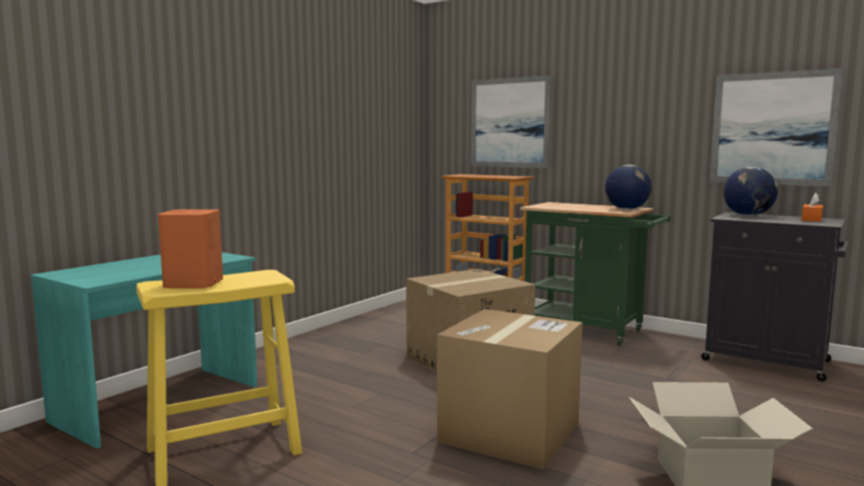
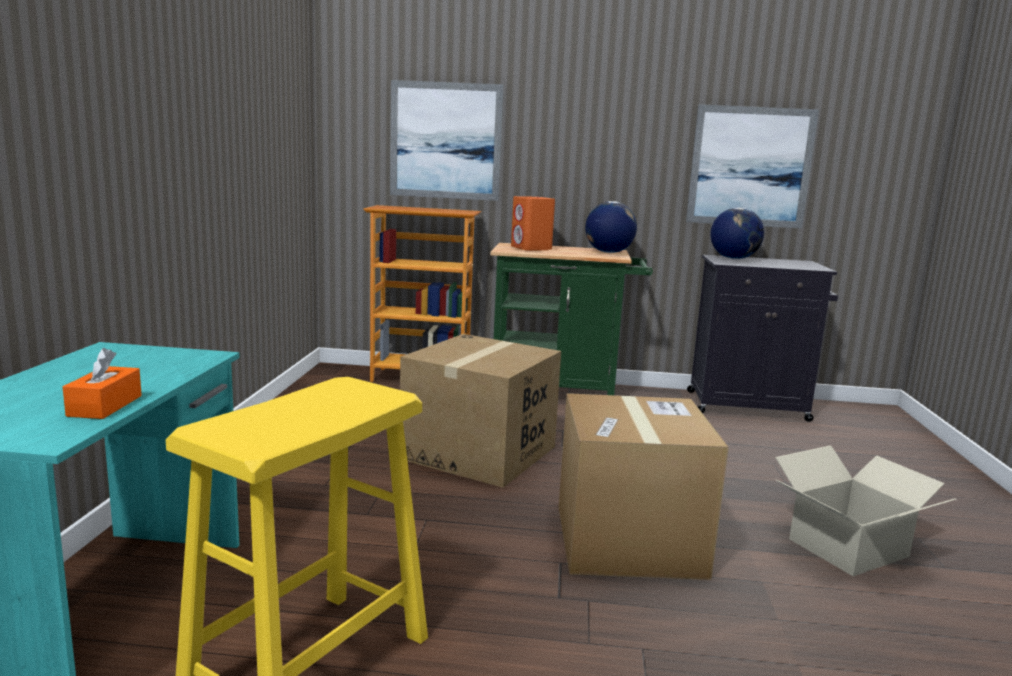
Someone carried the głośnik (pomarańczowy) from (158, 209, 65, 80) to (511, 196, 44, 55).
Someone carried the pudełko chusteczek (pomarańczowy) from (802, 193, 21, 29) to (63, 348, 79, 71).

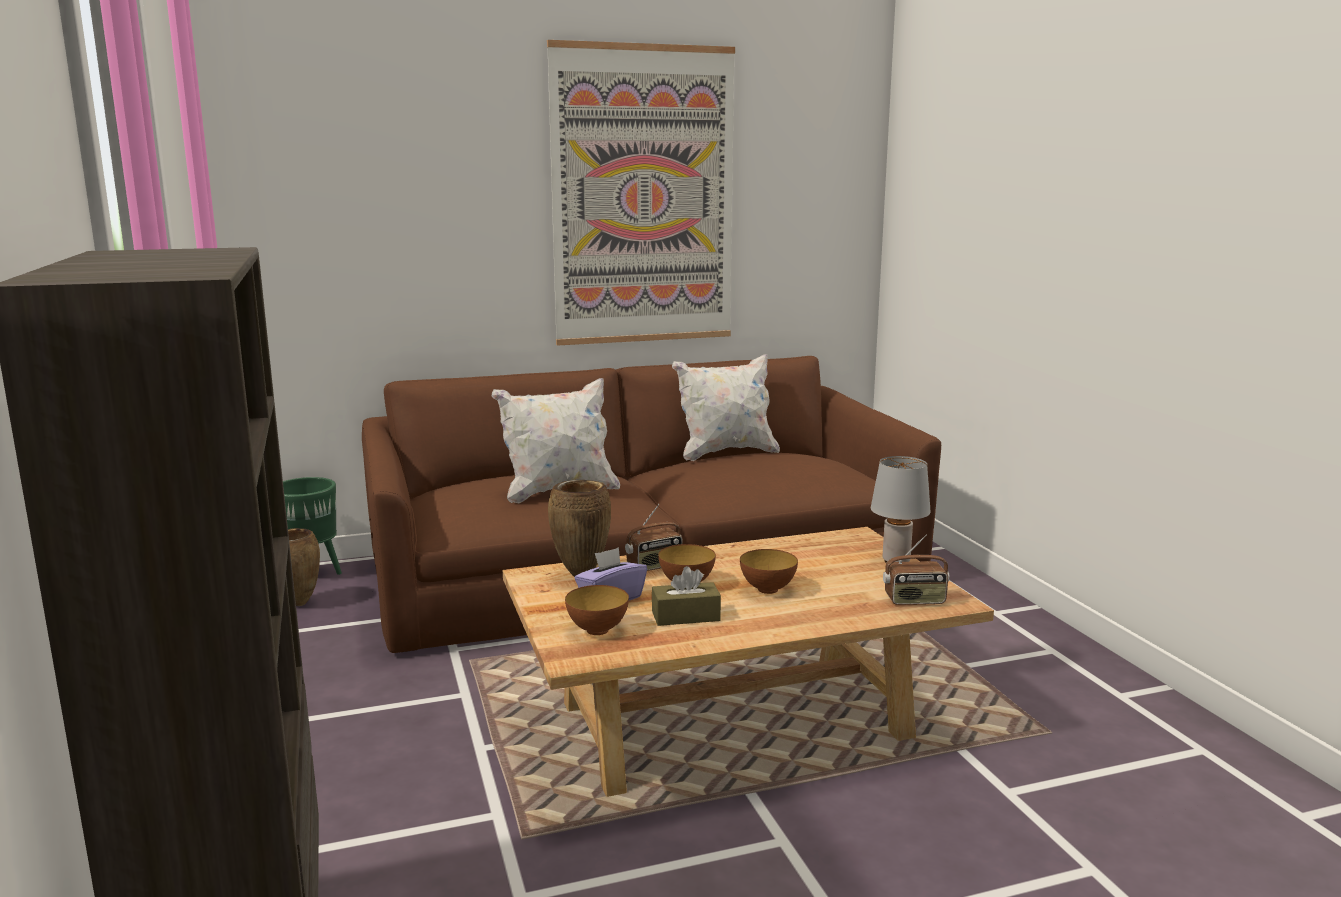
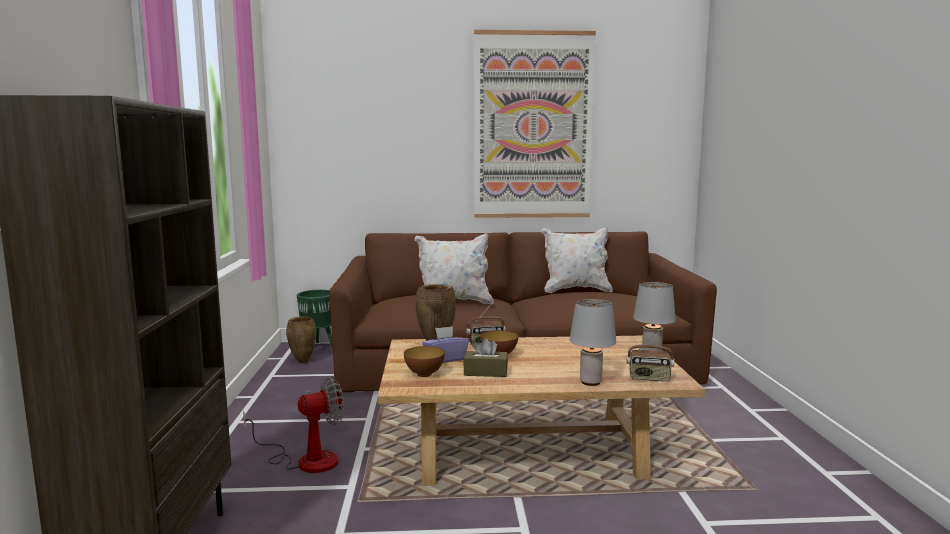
Someone took away the miska at (740, 549, 58, 45).
Someone put down the wentylator at (243, 376, 101, 97).
Someone put down the lampa stołowa (szary) at (570, 299, 46, 87).

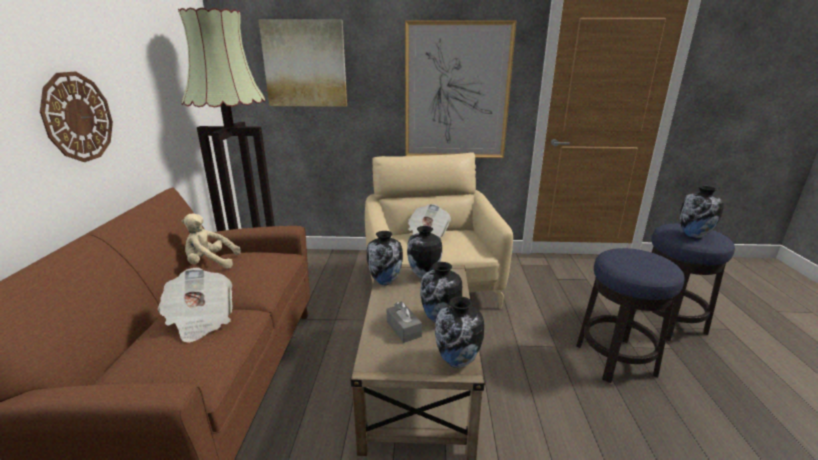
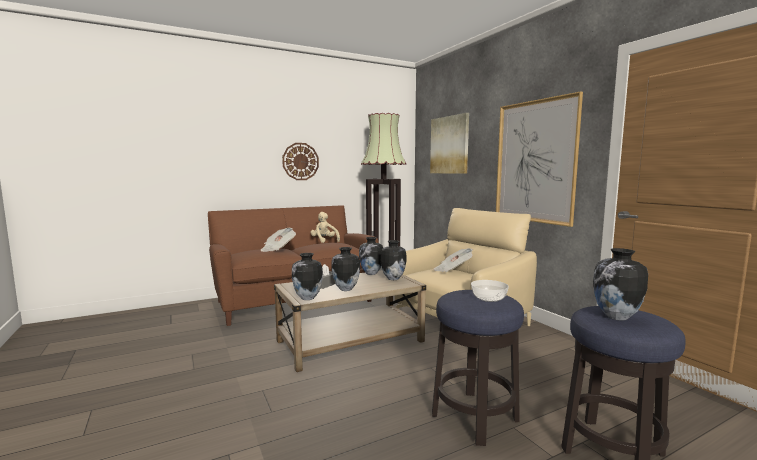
Someone put down the miska at (471, 280, 38, 22).

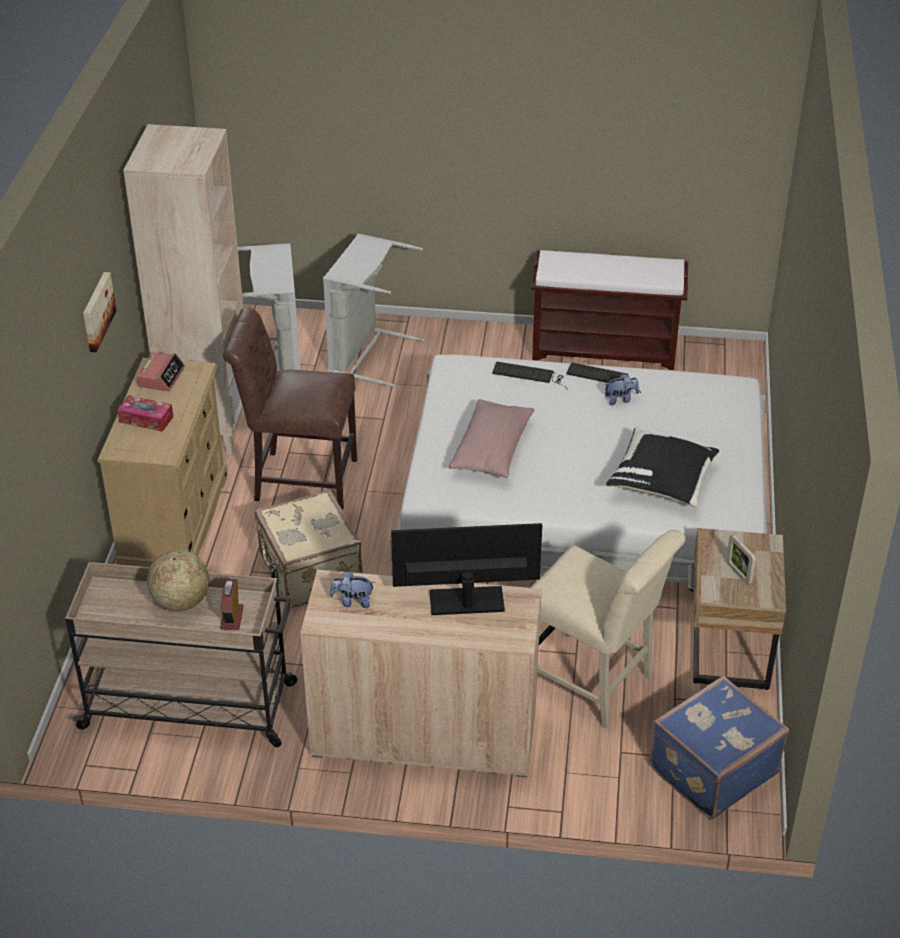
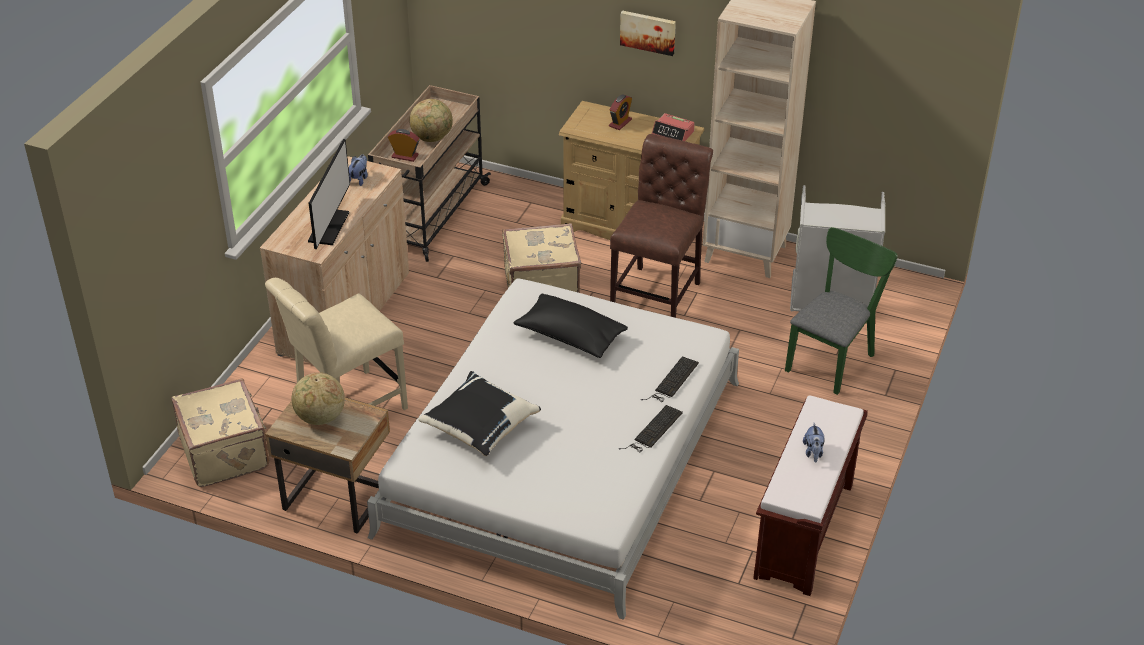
Someone carried the pluszak from (604, 374, 35, 31) to (803, 423, 22, 40).
Someone swapped the pudełko chusteczek at (117, 395, 56, 37) for the budzik at (609, 95, 23, 35).
Someone swapped the kosz na pranie (szary) at (323, 234, 101, 152) for the krzesło (zielony) at (785, 227, 113, 168).
Someone swapped the ramka na zdjęcie at (726, 534, 30, 51) for the globus at (292, 373, 53, 52).
Someone repainted the poduszka (różowy) at (449, 399, 86, 79), which became the poduszka (czarny) at (514, 293, 114, 65).
Someone repainted the walizka (niebieski) at (649, 676, 140, 143), which became the walizka (beżowy) at (172, 378, 97, 109).

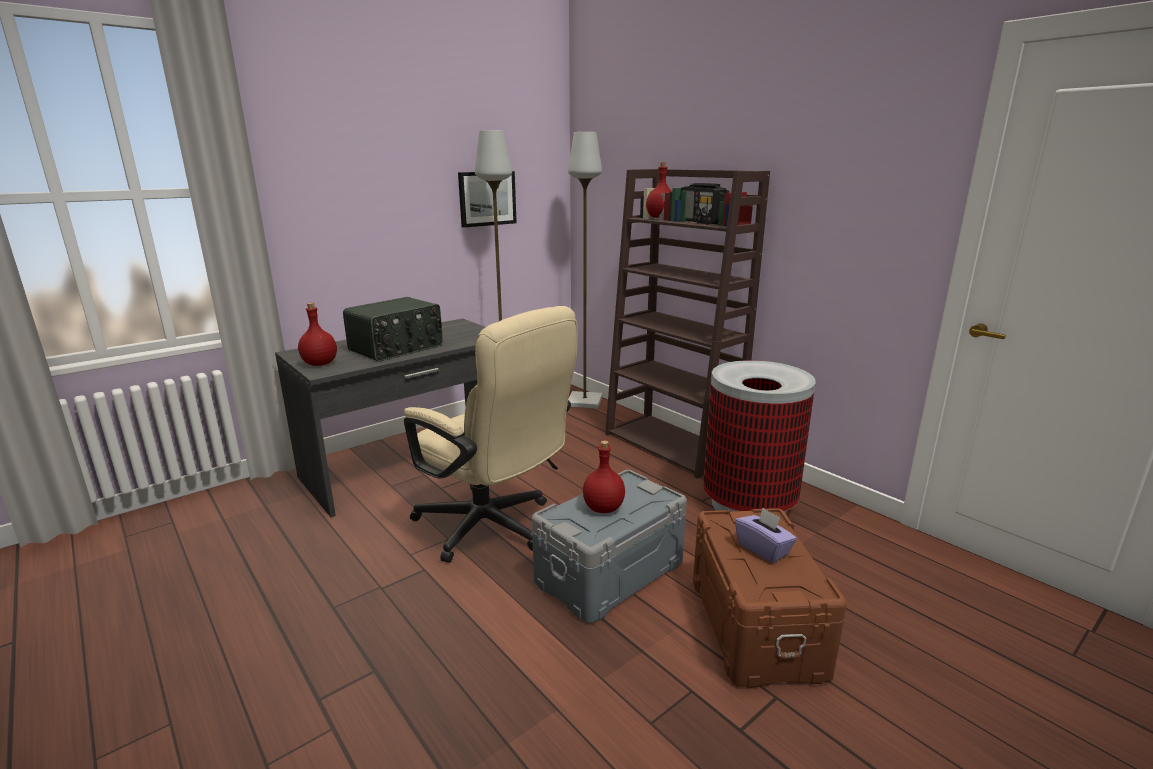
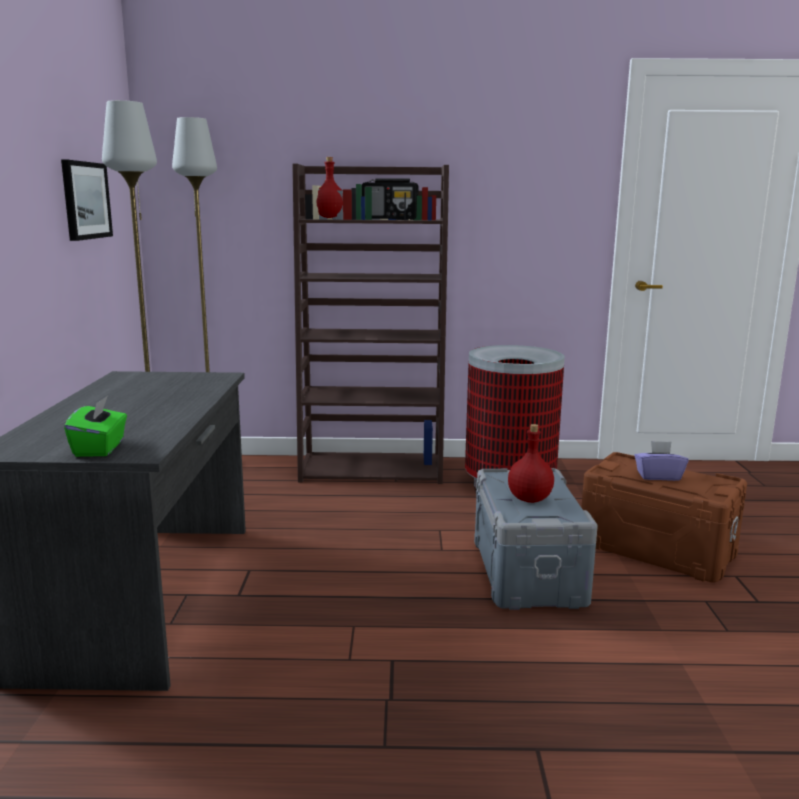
Someone took away the radio at (343, 297, 100, 65).
Someone took away the krzesło biurowe (beżowy) at (404, 306, 174, 257).
Someone swapped the butelka (czerwony) at (298, 303, 39, 63) for the pudełko chusteczek (zielony) at (64, 396, 63, 61).

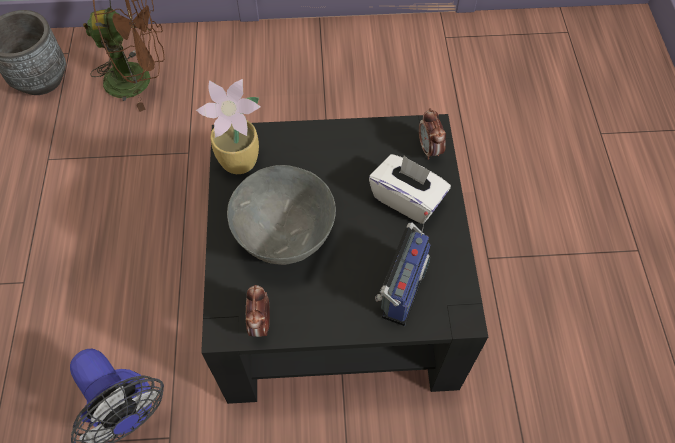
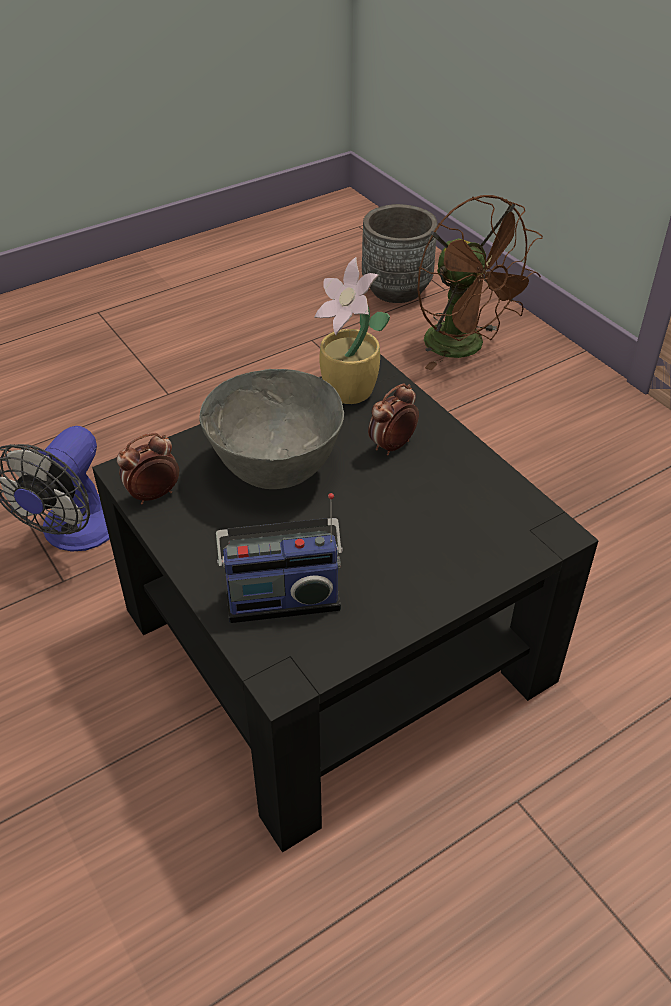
Someone took away the pudełko chusteczek (biały) at (369, 154, 82, 70).
Someone carried the budzik from (419, 108, 27, 52) to (368, 383, 51, 72).

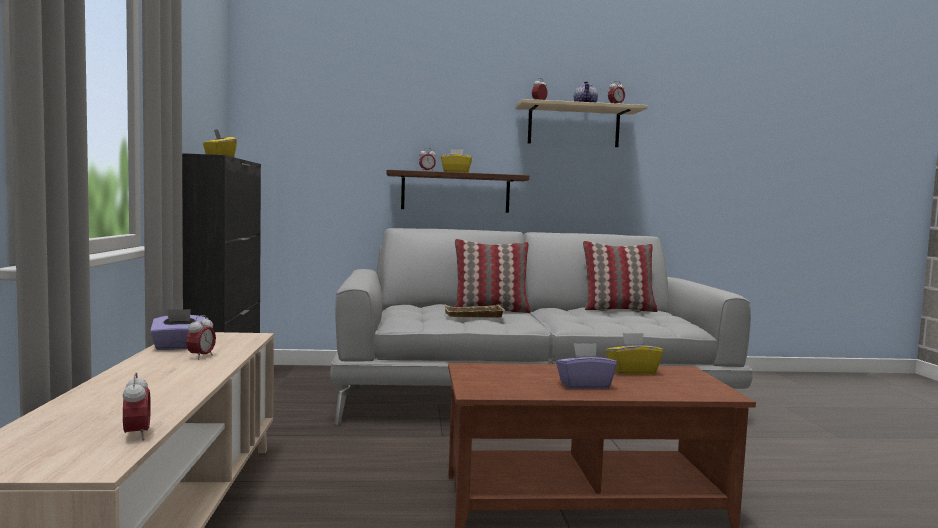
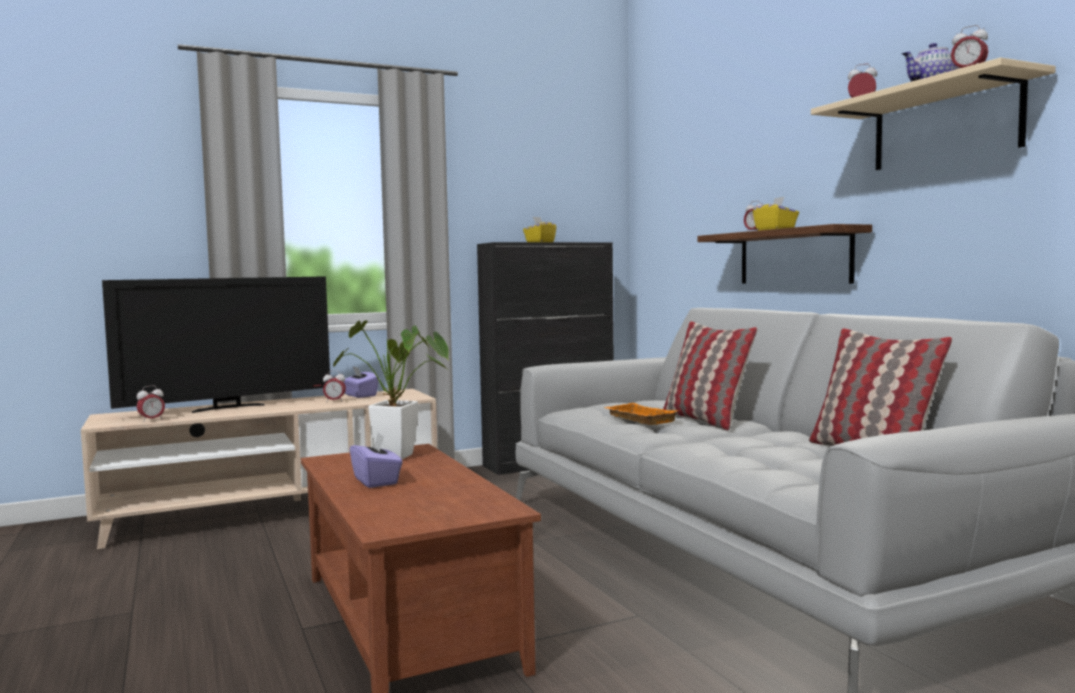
Someone took away the pudełko chusteczek (żółty) at (606, 333, 57, 42).
Someone put down the telewizor at (102, 276, 228, 137).
Someone put down the roślina doniczkowa at (333, 320, 117, 139).
Someone repainted the taca (beżowy) at (444, 305, 61, 13), which became the taca (pomarańczowy) at (604, 403, 76, 22).

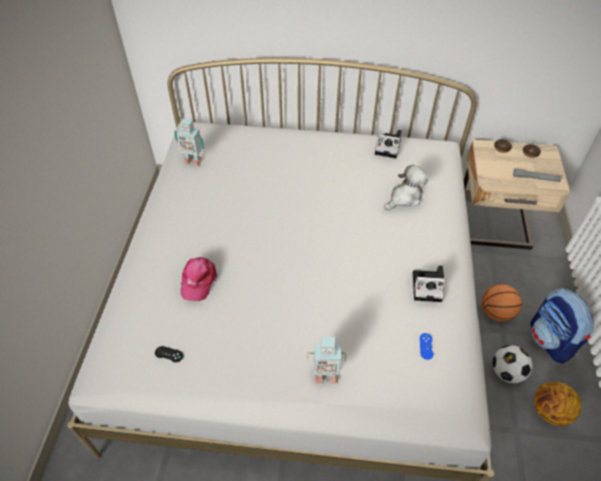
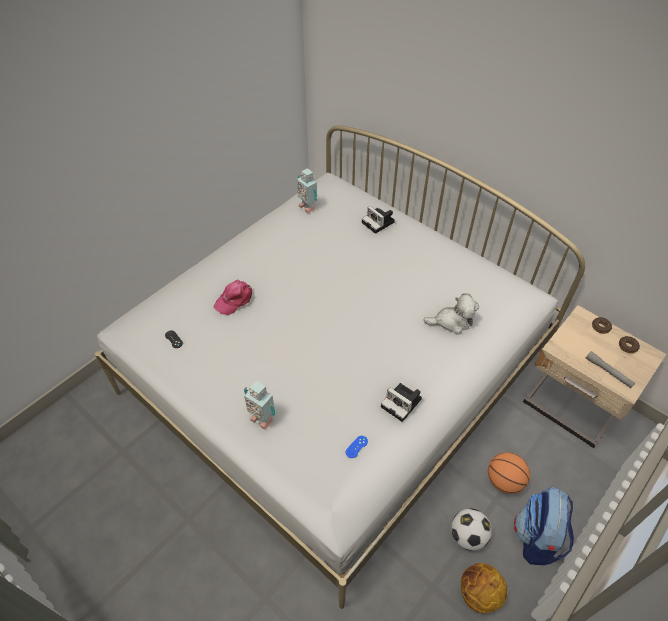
Someone carried the aparat fotograficzny from (375, 130, 27, 28) to (362, 206, 33, 28).

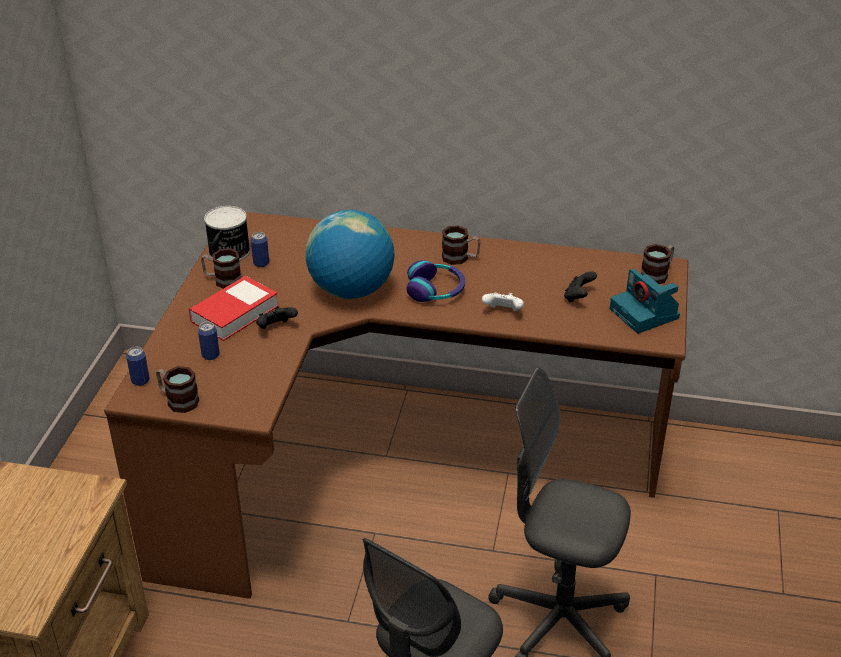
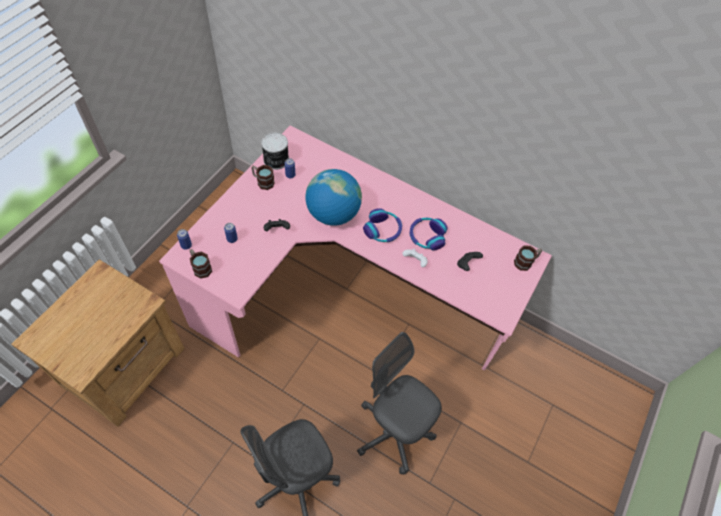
Someone took away the książka at (189, 276, 90, 65).
Someone took away the kubek at (442, 225, 38, 40).
Someone took away the aparat fotograficzny at (610, 268, 70, 65).
Someone put down the słuchawki at (410, 218, 38, 32).
Someone repainted the biurko (brązowy) at (104, 212, 584, 387), which became the biurko (różowy) at (159, 125, 393, 246).

